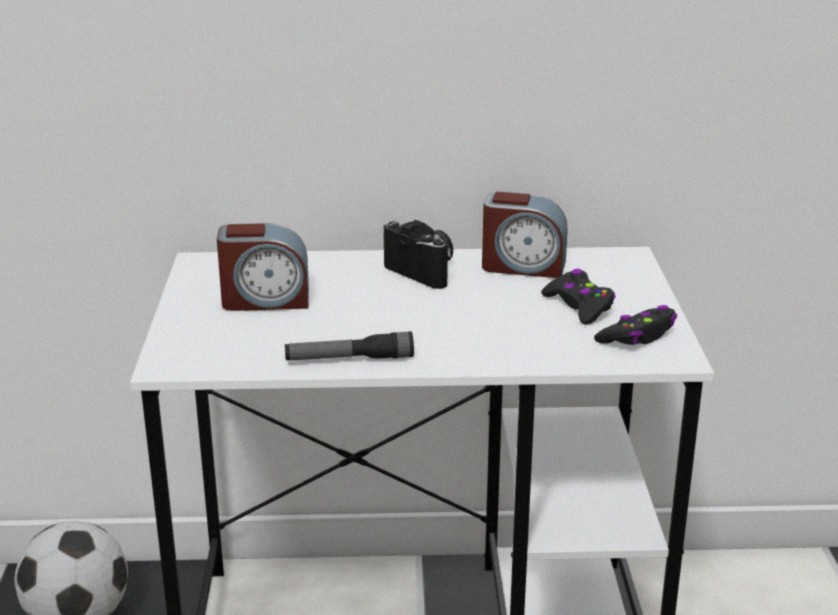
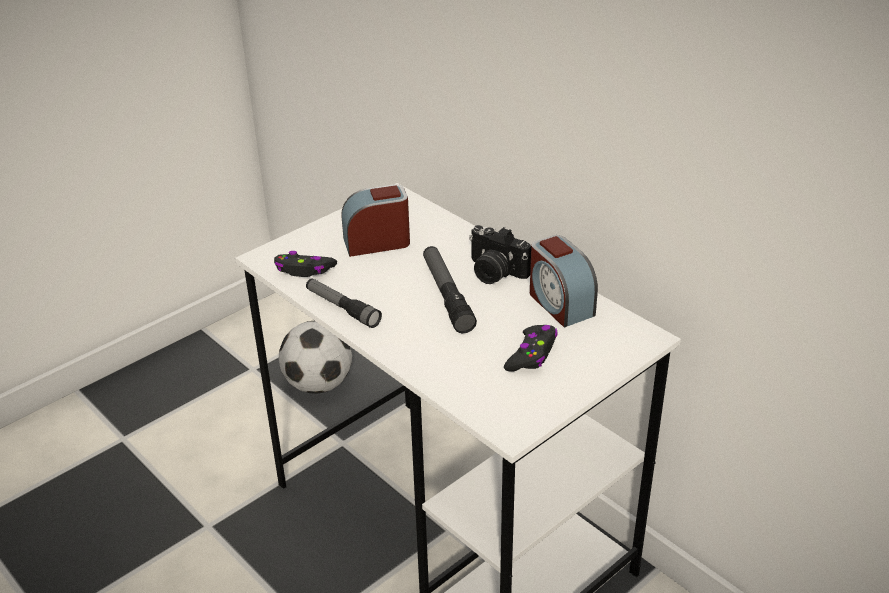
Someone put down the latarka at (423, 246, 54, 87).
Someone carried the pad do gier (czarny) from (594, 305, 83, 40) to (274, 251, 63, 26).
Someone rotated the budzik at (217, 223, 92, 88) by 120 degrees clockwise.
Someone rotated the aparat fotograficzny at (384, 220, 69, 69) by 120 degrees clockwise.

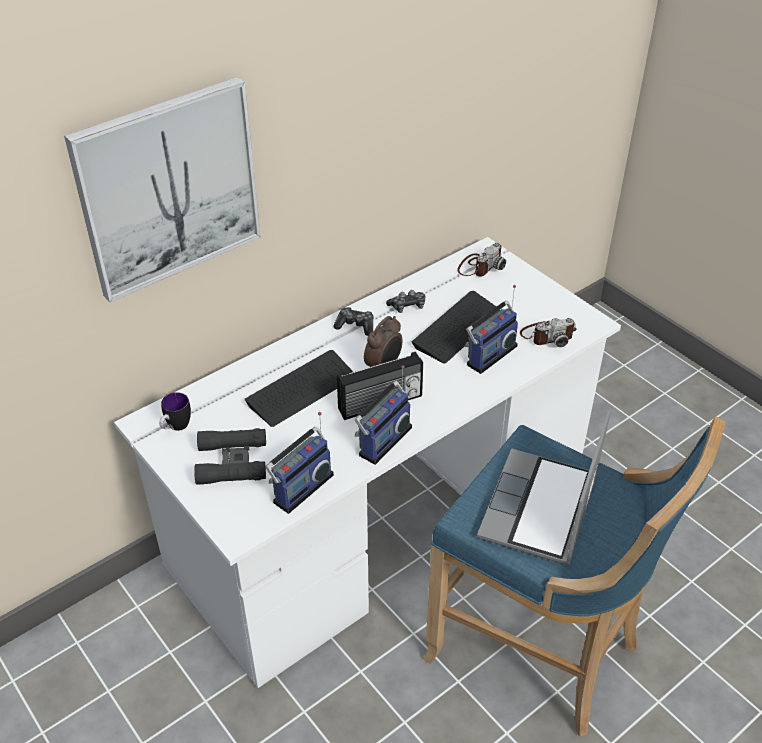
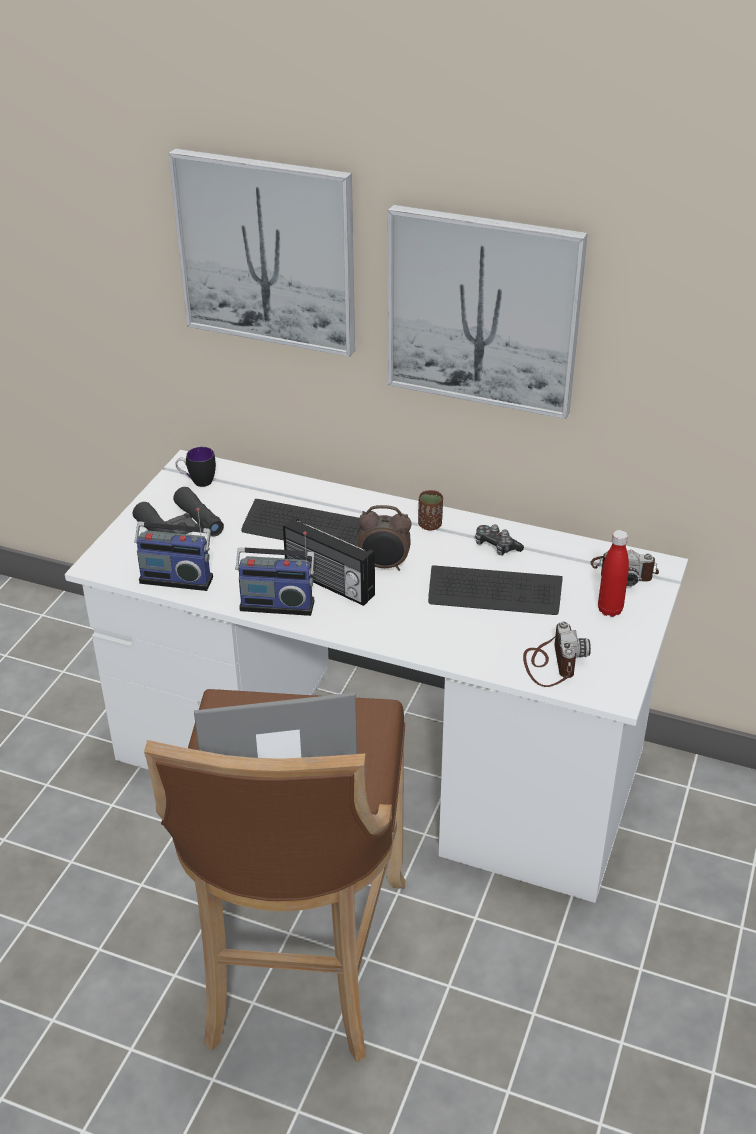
Someone took away the radio at (465, 285, 53, 89).
Someone put up the obraz at (388, 205, 200, 214).
Someone put down the butelka (czerwony) at (598, 530, 31, 87).
Someone swapped the pad do gier at (334, 307, 39, 29) for the filiżanka (brązowy) at (418, 490, 25, 41).
Someone repainted the stołek (niebieski) at (423, 416, 302, 321), which became the stołek (brązowy) at (144, 689, 261, 373).
Someone rotated the aparat fotograficzny at (520, 318, 57, 29) by 135 degrees counterclockwise.

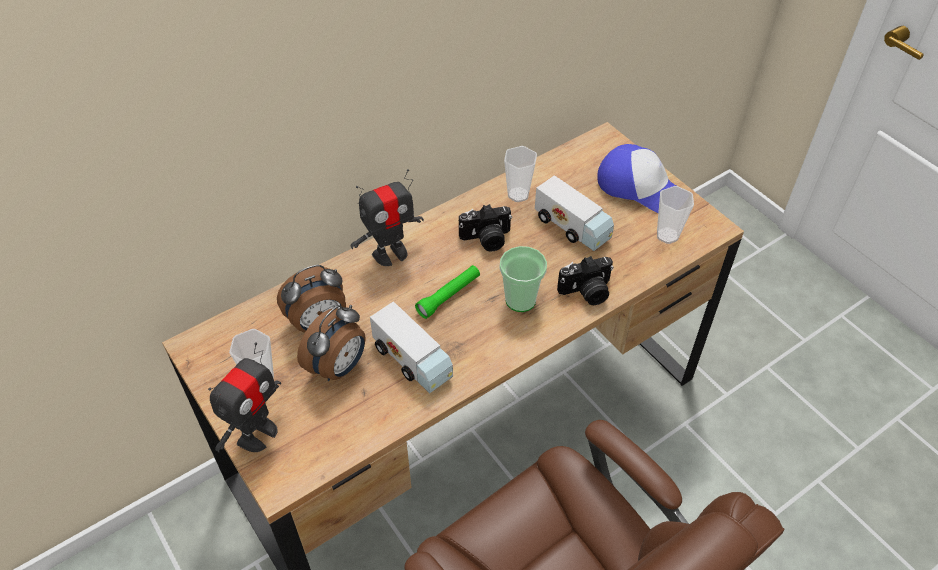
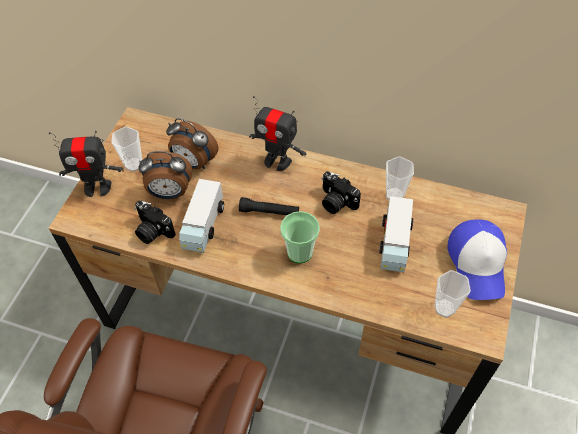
Someone carried the aparat fotograficzny from (557, 256, 57, 49) to (134, 201, 42, 43).
Someone repainted the latarka (zielony) at (415, 265, 65, 54), which became the latarka (czarny) at (239, 197, 60, 18).

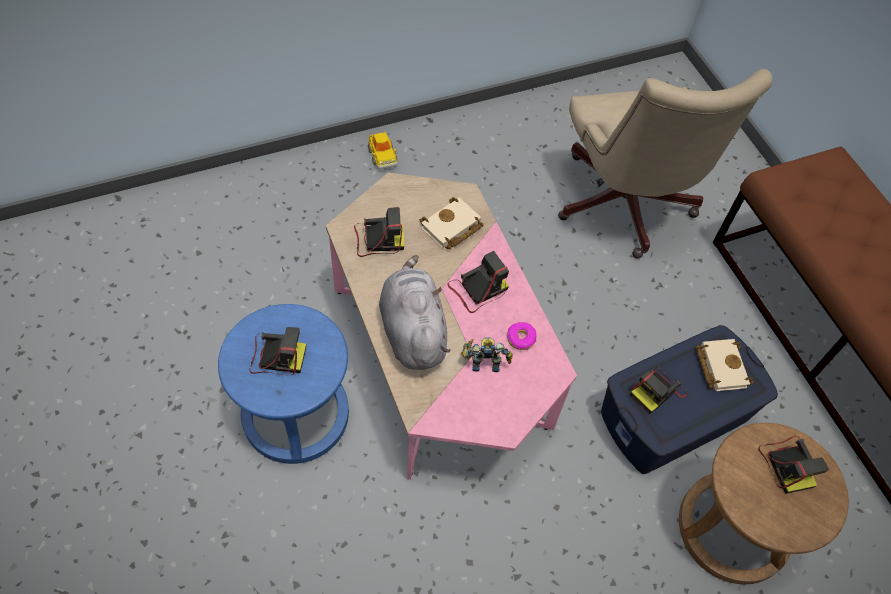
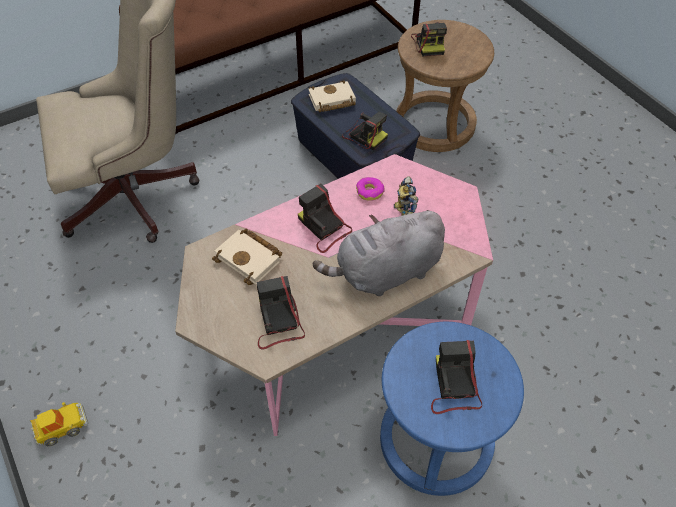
Someone rotated the aparat fotograficzny at (758, 436, 71, 58) by 105 degrees clockwise.

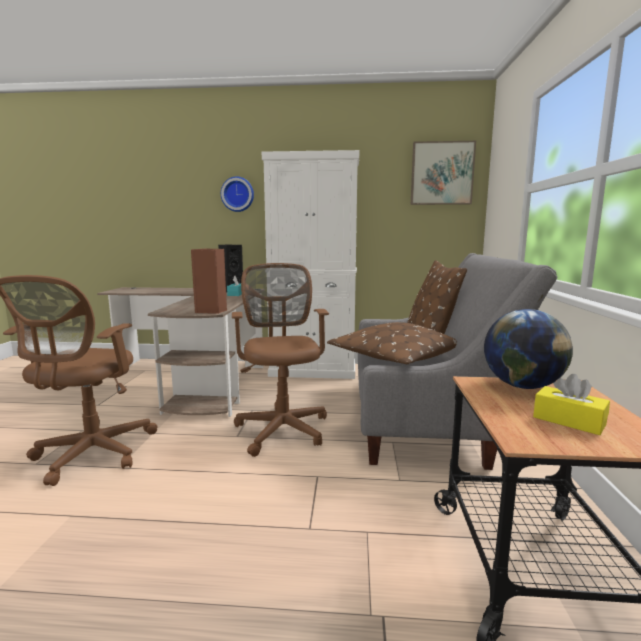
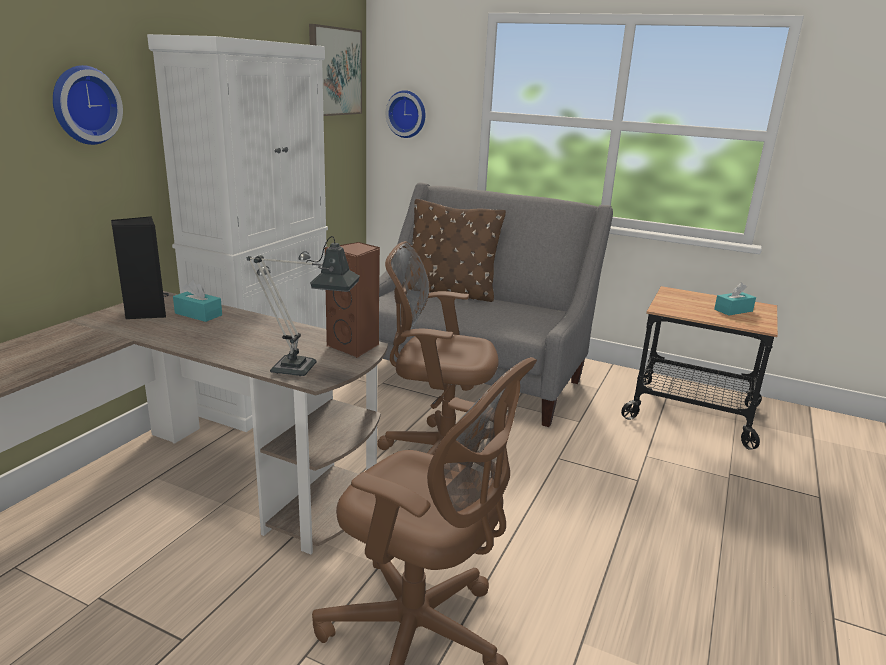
Someone took away the poduszka (brązowy) at (327, 322, 130, 42).
Someone took away the globus at (484, 309, 89, 80).
Someone put down the lampa stołowa at (247, 236, 113, 140).
Someone put up the zegar ścienny at (386, 90, 40, 48).
Someone repainted the pudełko chusteczek (żółty) at (533, 374, 77, 61), which became the pudełko chusteczek (turkusowy) at (714, 283, 42, 32).

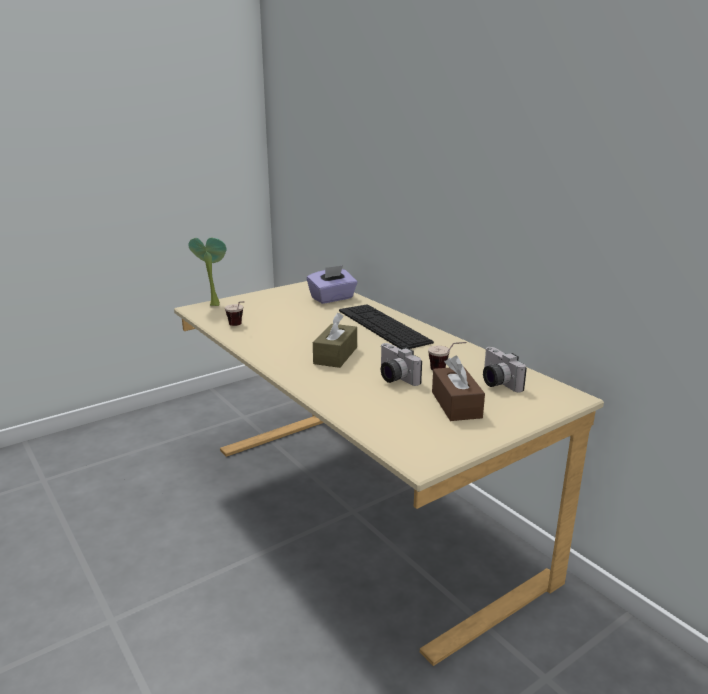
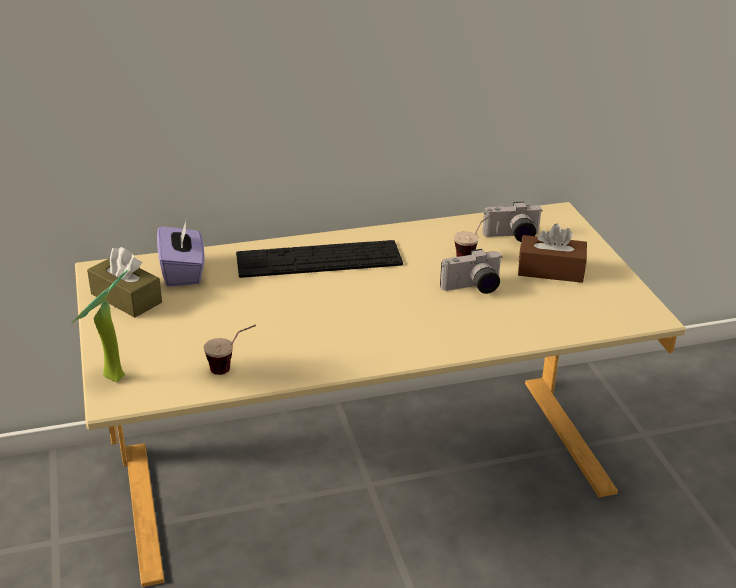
Someone carried the pudełko chusteczek (brązowy) from (313, 313, 44, 55) to (87, 247, 75, 71).

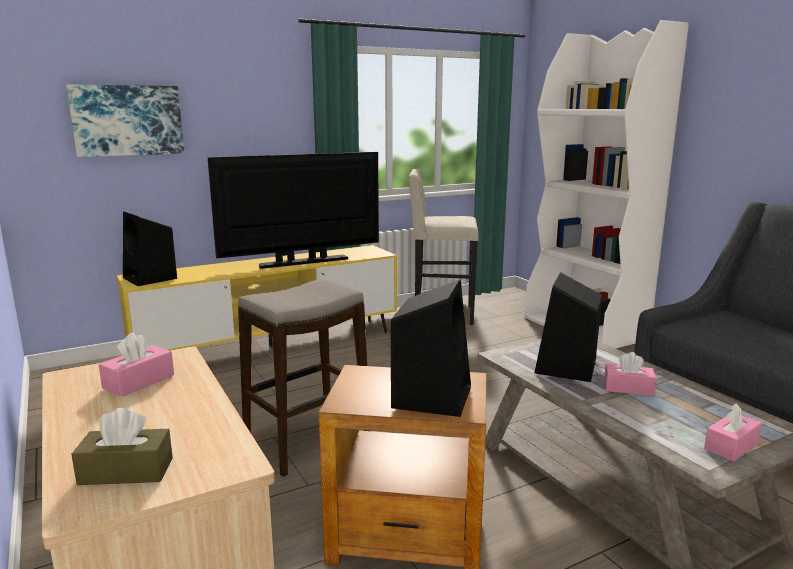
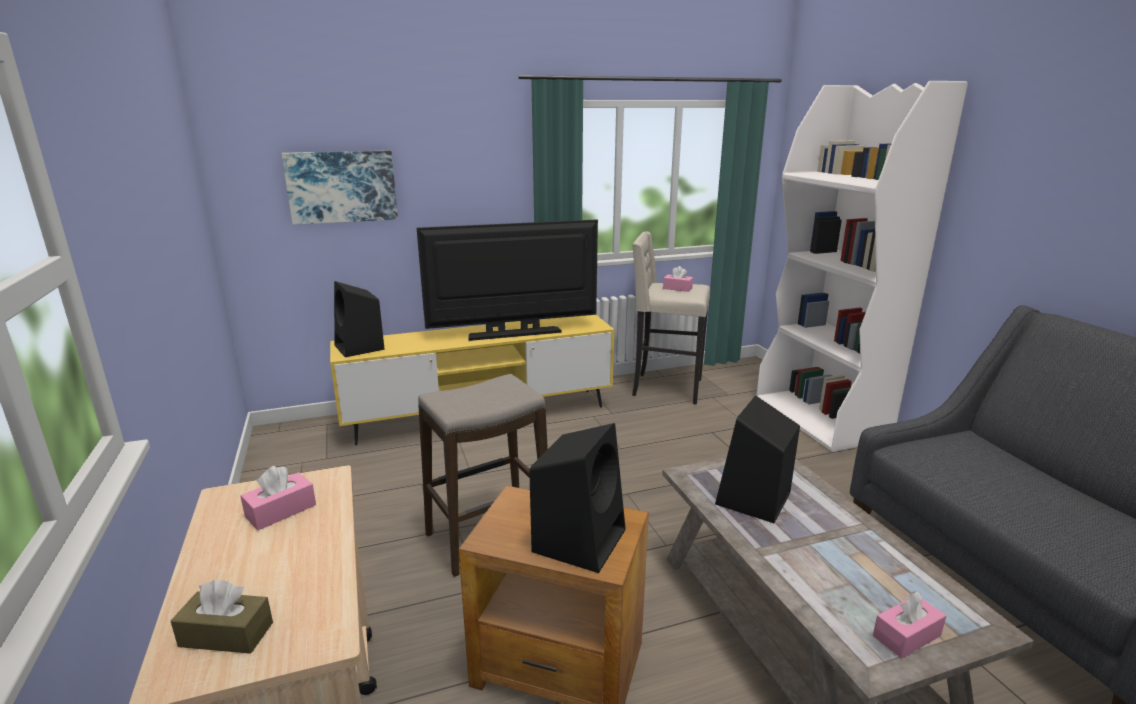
Someone carried the pudełko chusteczek (różowy) from (604, 352, 52, 44) to (663, 266, 30, 26).

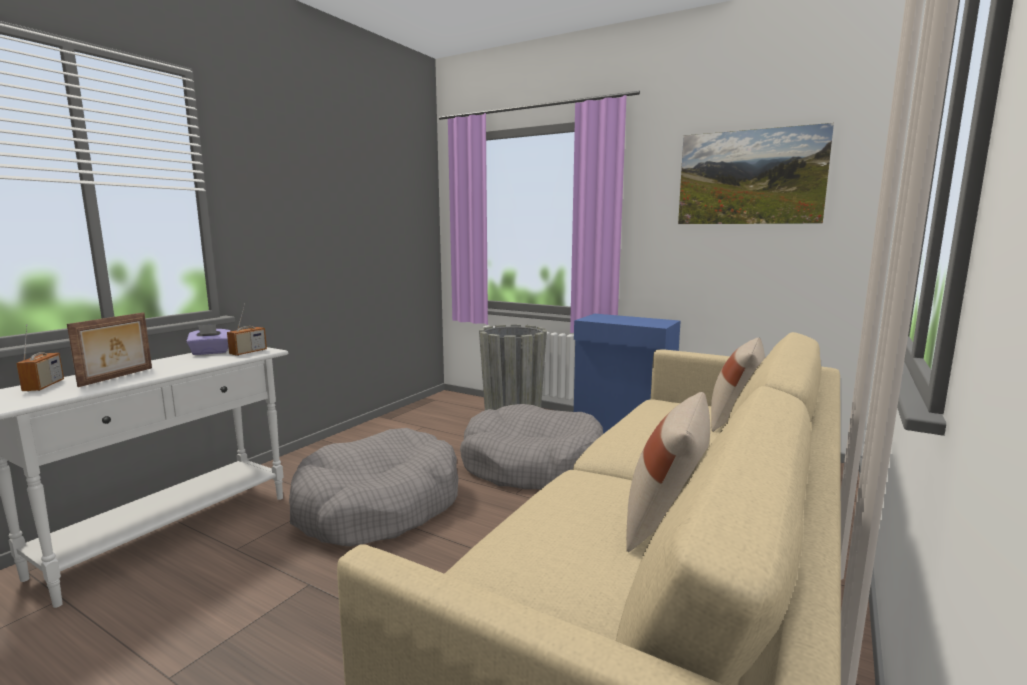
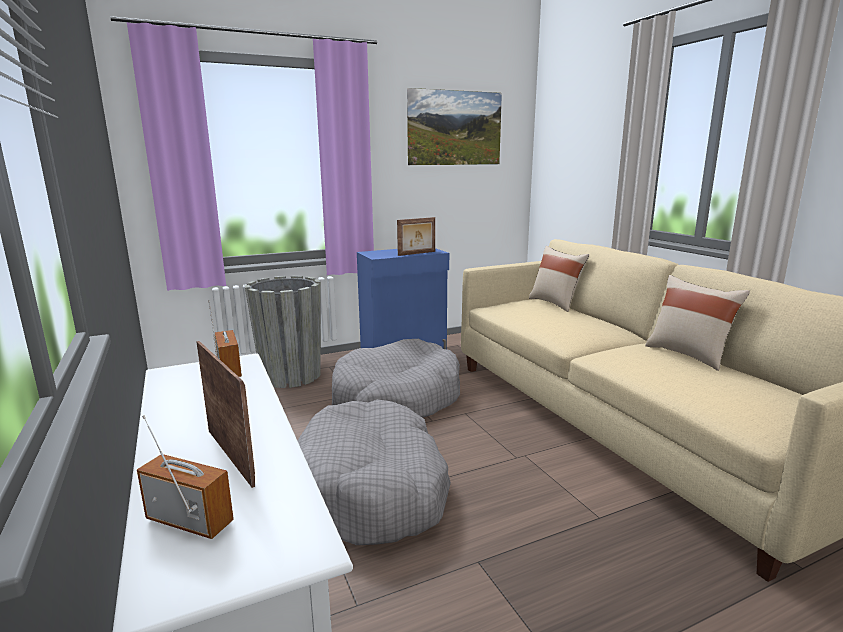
Someone took away the pudełko chusteczek (fioletowy) at (186, 324, 45, 31).
Someone put down the ramka na zdjęcie at (397, 217, 38, 39).

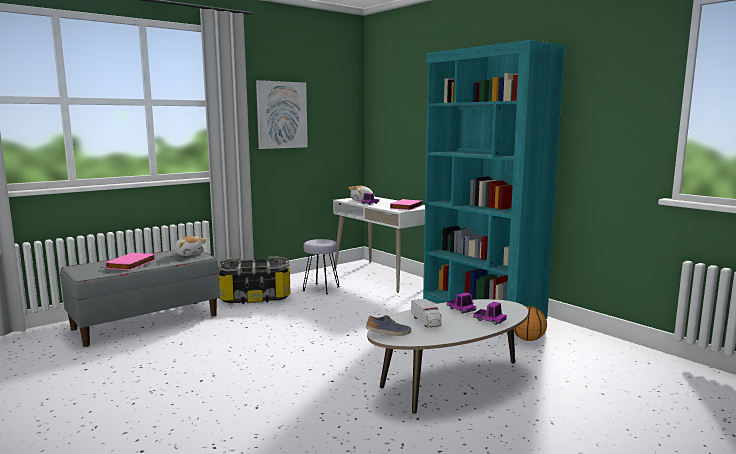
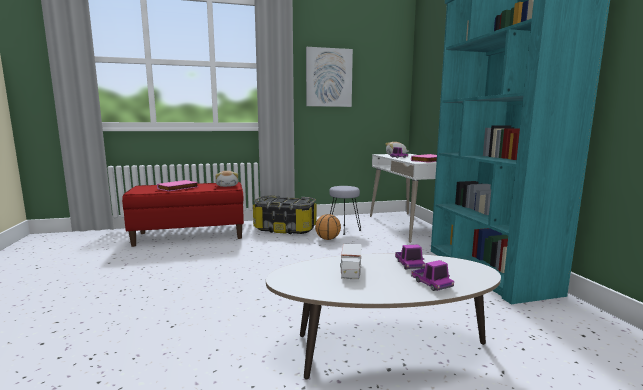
Someone took away the but at (366, 315, 45, 21).
Someone carried the piłka do koszykówki from (514, 306, 33, 35) to (315, 214, 26, 26).
Someone repainted the ławka (szary) at (60, 250, 160, 97), which became the ławka (czerwony) at (122, 182, 122, 65).

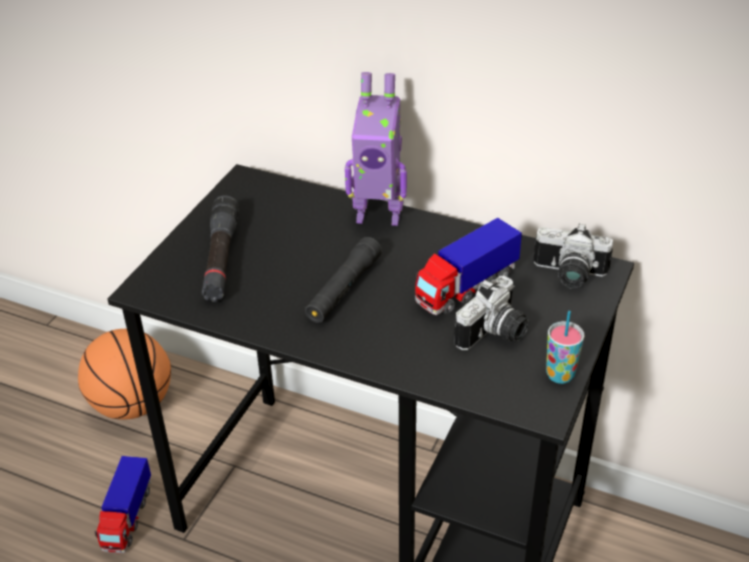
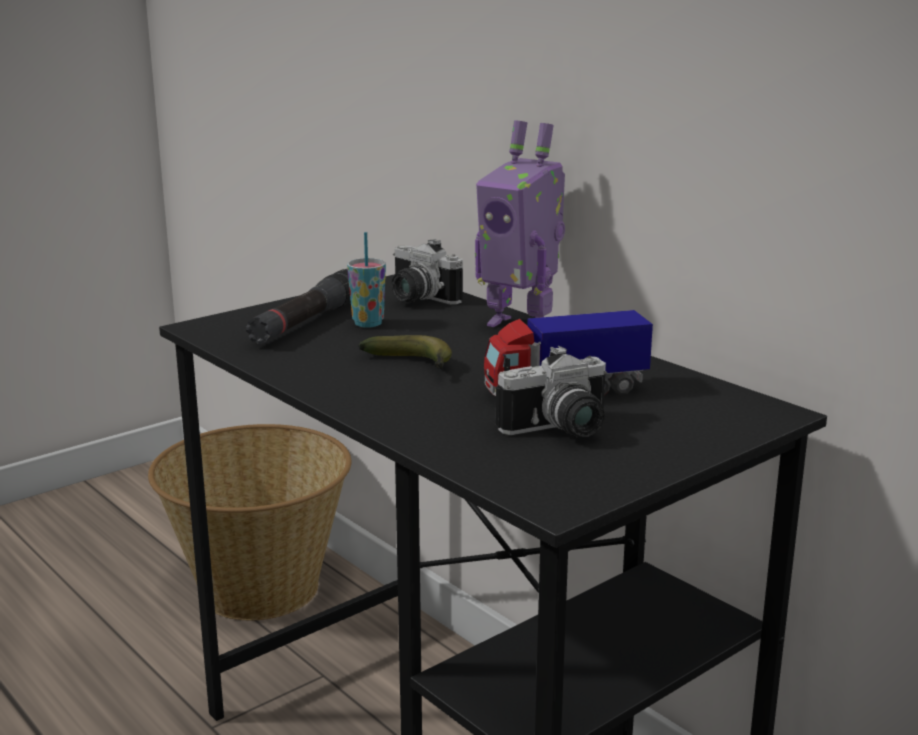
Someone took away the ciężarówka zabawkowa at (94, 456, 57, 97).
Someone carried the aparat fotograficzny from (533, 223, 80, 66) to (391, 239, 72, 66).
Someone carried the filiżanka from (546, 311, 39, 73) to (347, 232, 39, 96).
Someone swapped the piłka do koszykówki at (78, 329, 93, 91) for the koszyk at (148, 424, 204, 197).
Someone swapped the latarka (czarny) at (305, 237, 77, 86) for the banan at (358, 335, 94, 34).

